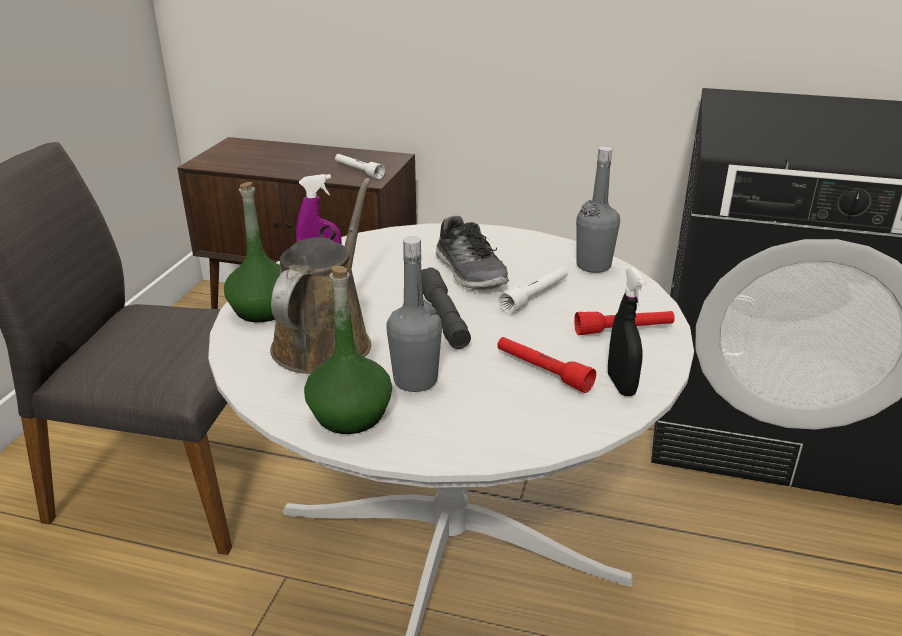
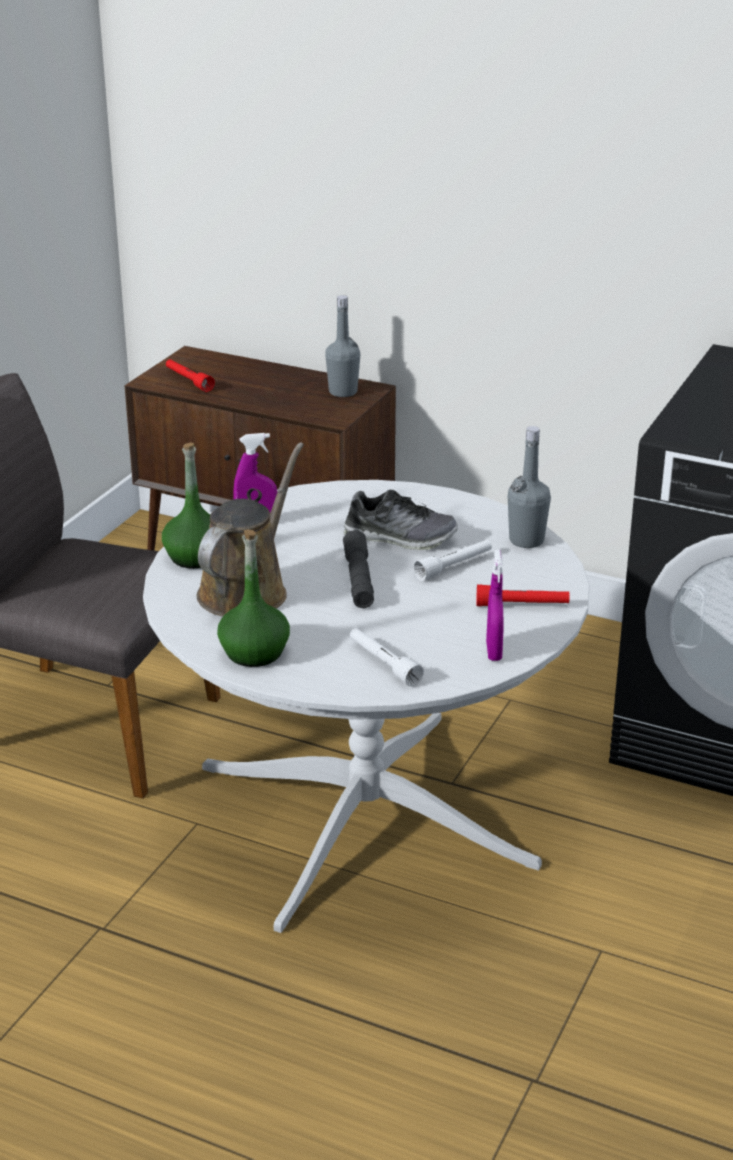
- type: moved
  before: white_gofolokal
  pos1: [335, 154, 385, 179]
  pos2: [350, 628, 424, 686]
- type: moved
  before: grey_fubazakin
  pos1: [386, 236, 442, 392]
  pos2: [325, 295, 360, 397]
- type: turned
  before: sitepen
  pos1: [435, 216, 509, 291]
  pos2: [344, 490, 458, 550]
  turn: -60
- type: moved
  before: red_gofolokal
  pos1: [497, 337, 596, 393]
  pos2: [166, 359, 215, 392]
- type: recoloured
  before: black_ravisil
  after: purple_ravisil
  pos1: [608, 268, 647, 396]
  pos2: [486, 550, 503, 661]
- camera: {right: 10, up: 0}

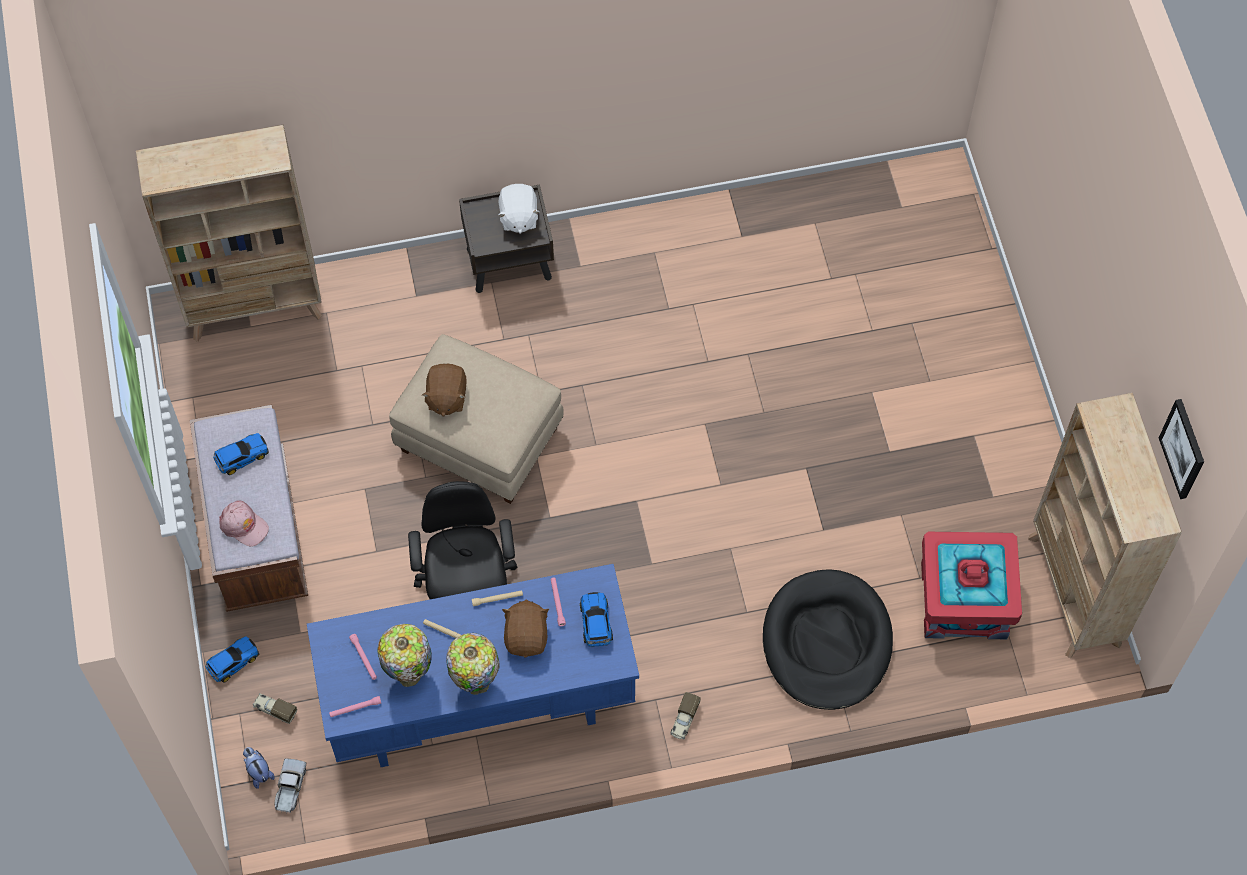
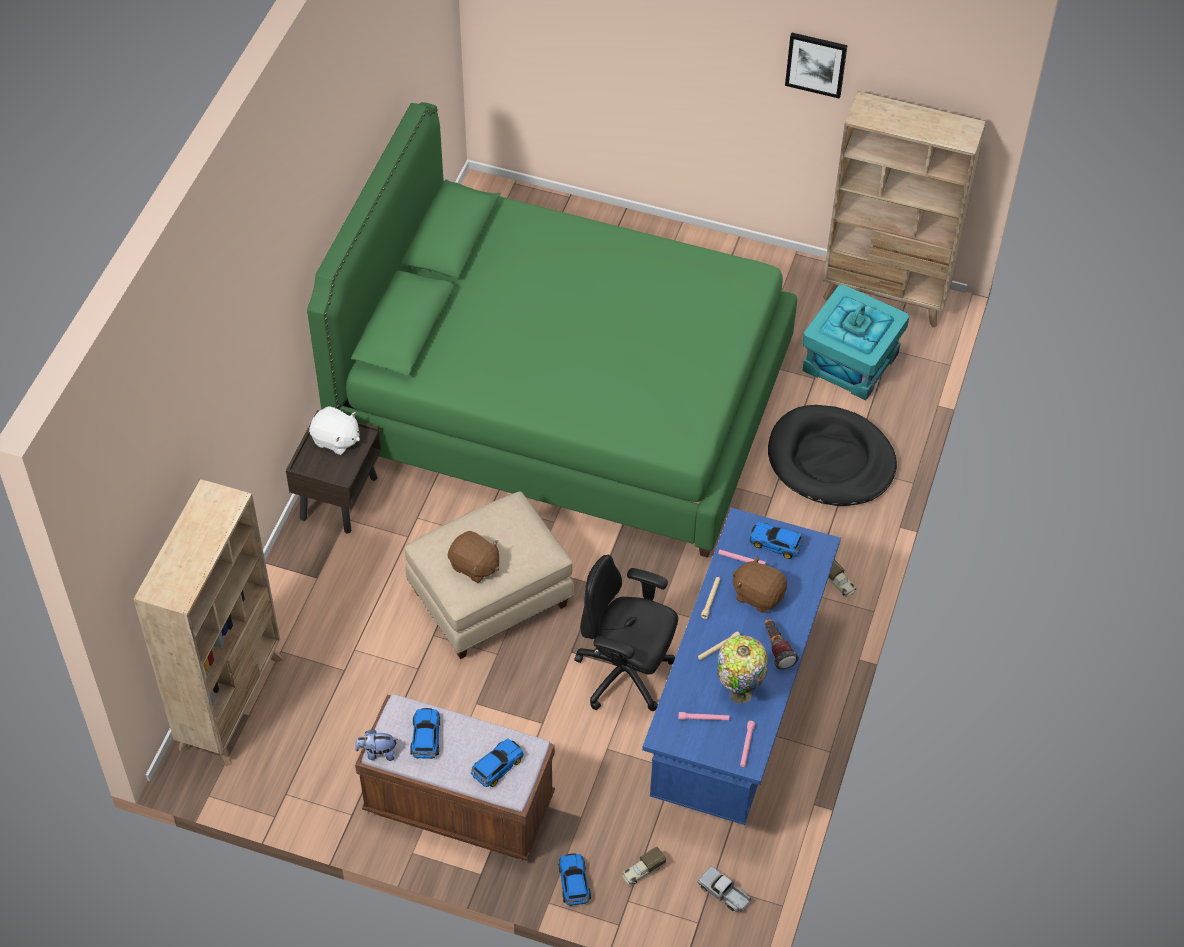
- type: replaced
  before: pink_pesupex
  after: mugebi
  pos1: [219, 500, 269, 546]
  pos2: [471, 739, 524, 787]
- type: moved
  before: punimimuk
  pos1: [243, 747, 275, 789]
  pos2: [355, 729, 398, 761]
- type: replaced
  before: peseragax
  after: gofolokal
  pos1: [446, 633, 500, 695]
  pos2: [765, 619, 799, 670]
- type: recoloured
  before: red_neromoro
  after: turquoise_neromoro
  pos1: [921, 532, 1022, 639]
  pos2: [802, 284, 909, 400]
- type: moved
  before: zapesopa
  pos1: [1159, 399, 1204, 499]
  pos2: [785, 33, 848, 99]
- type: added
  after: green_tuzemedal
  pos2: [307, 102, 797, 558]
- camera: {right: -60, up: -10}

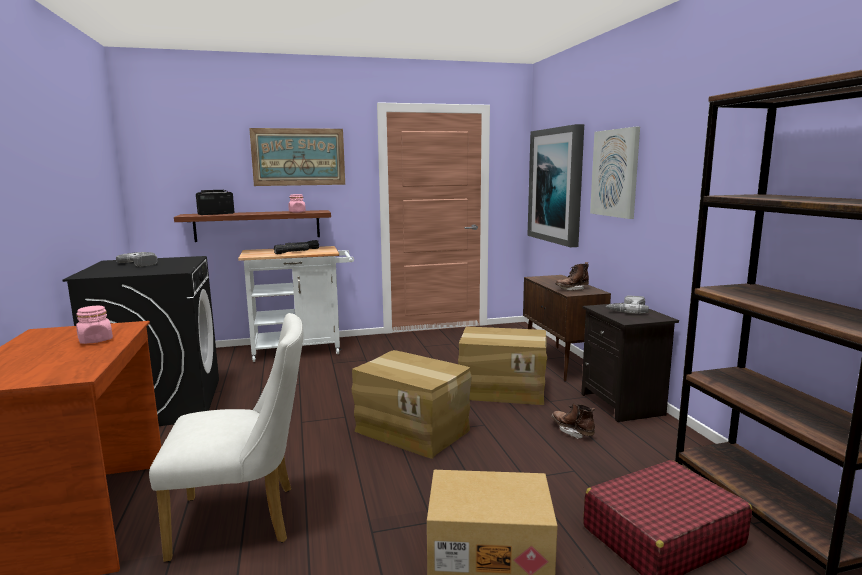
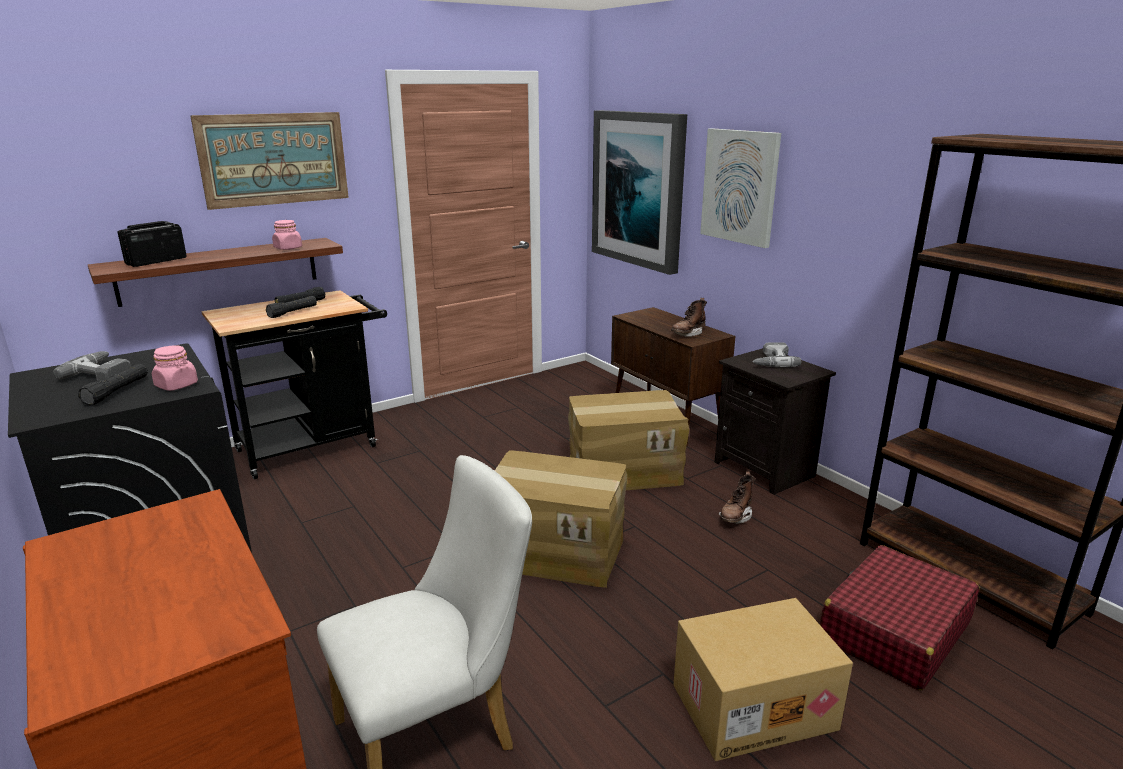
- type: moved
  before: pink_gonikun
  pos1: [76, 306, 113, 344]
  pos2: [152, 345, 198, 391]
- type: recoloured
  before: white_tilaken
  after: black_tilaken
  pos1: [238, 246, 354, 362]
  pos2: [202, 290, 387, 479]
- type: turned
  before: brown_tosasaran
  pos1: [552, 403, 595, 439]
  pos2: [719, 471, 755, 524]
  turn: -90
- type: added
  after: black_gofolokal
  pos2: [78, 364, 148, 405]
- camera: {right: -20, up: 10}

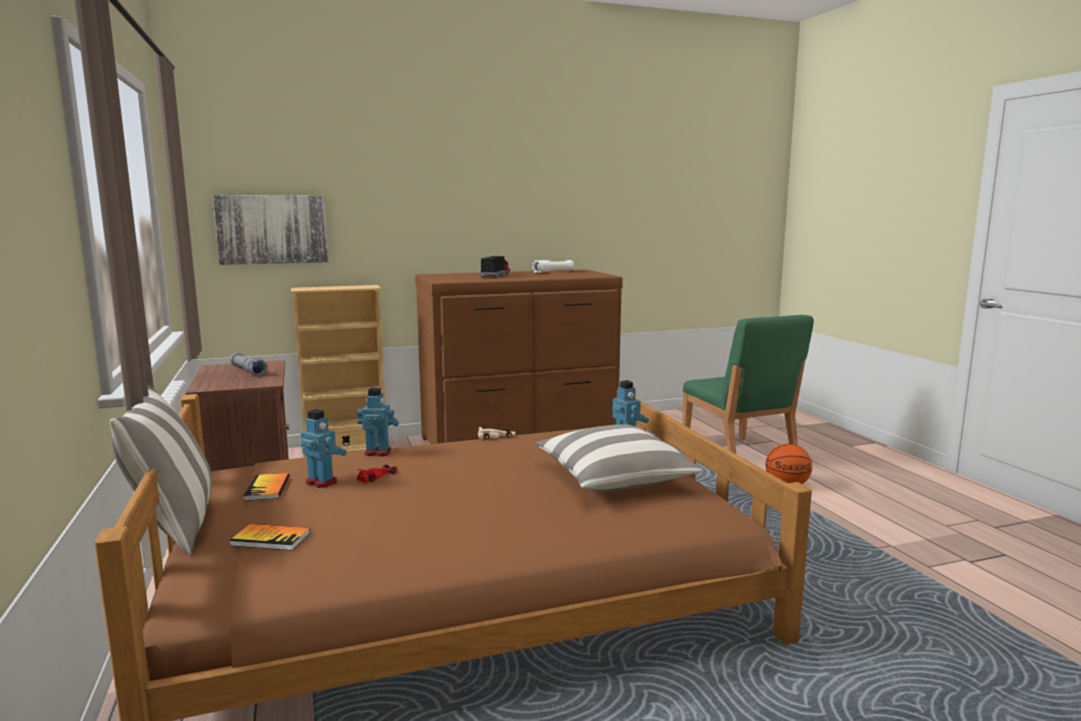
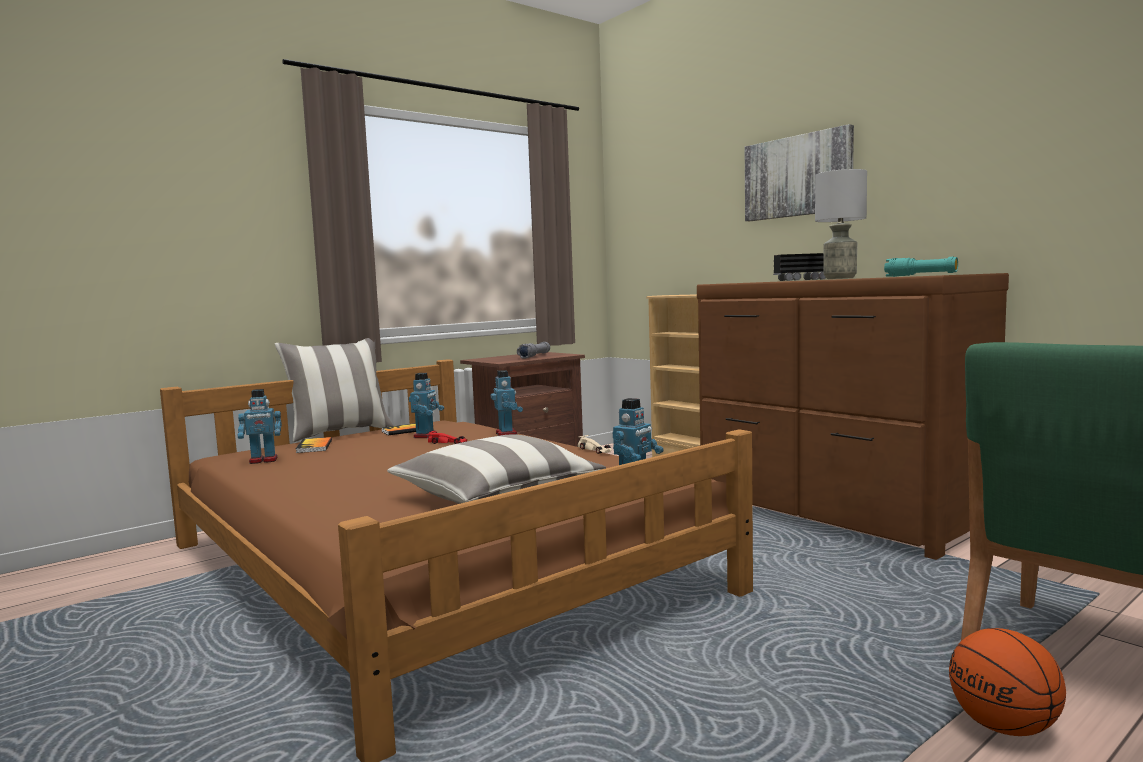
- type: moved
  before: zapesopa
  pos1: [213, 195, 329, 265]
  pos2: [745, 124, 854, 221]
- type: recoloured
  before: white_gofolokal
  after: turquoise_gofolokal
  pos1: [532, 260, 574, 273]
  pos2: [884, 257, 958, 277]
- type: added
  after: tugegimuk
  pos2: [238, 389, 282, 464]
- type: added
  after: grey_peseragax
  pos2: [815, 169, 867, 279]
- camera: {right: 70, up: -5}

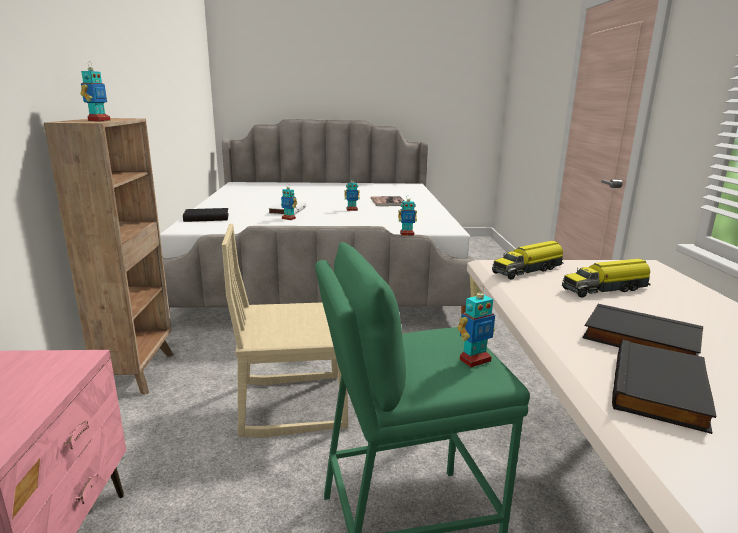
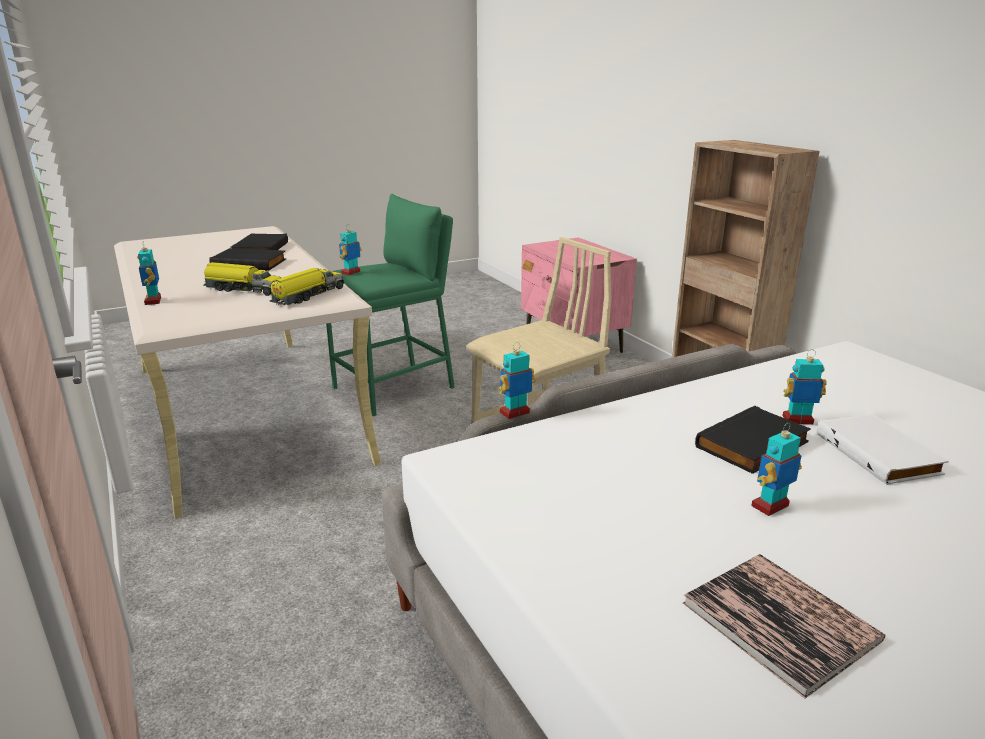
- type: moved
  before: tugegimuk
  pos1: [80, 61, 111, 121]
  pos2: [137, 242, 161, 305]
- type: moved
  before: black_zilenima
  pos1: [183, 208, 229, 222]
  pos2: [695, 406, 811, 474]
- type: turned
  before: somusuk
  pos1: [562, 258, 651, 297]
  pos2: [203, 262, 281, 296]
  turn: 60
- camera: {right: 155, up: 5}

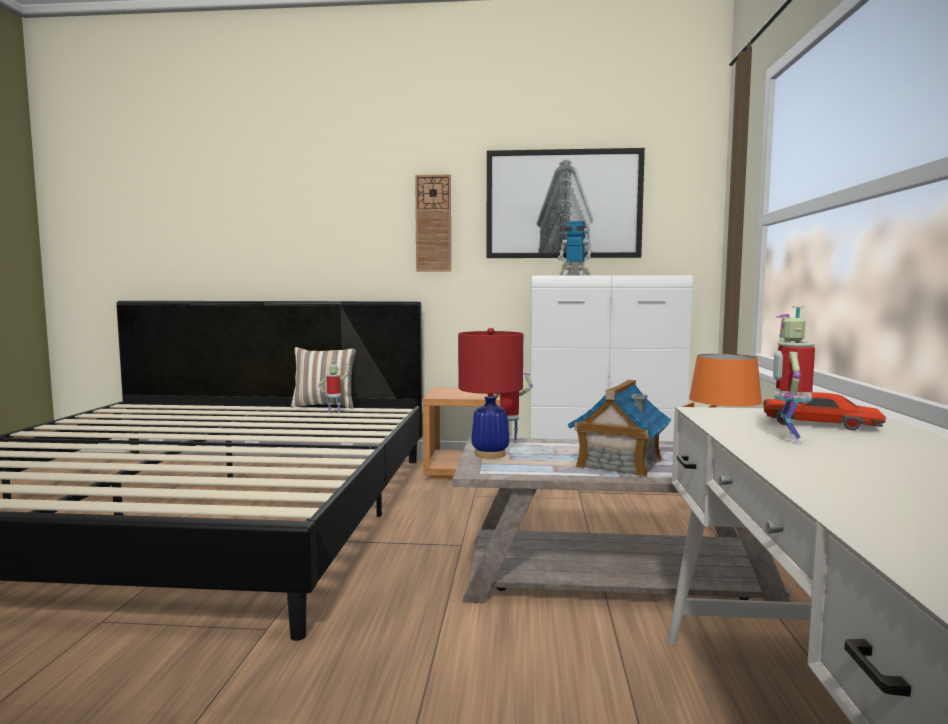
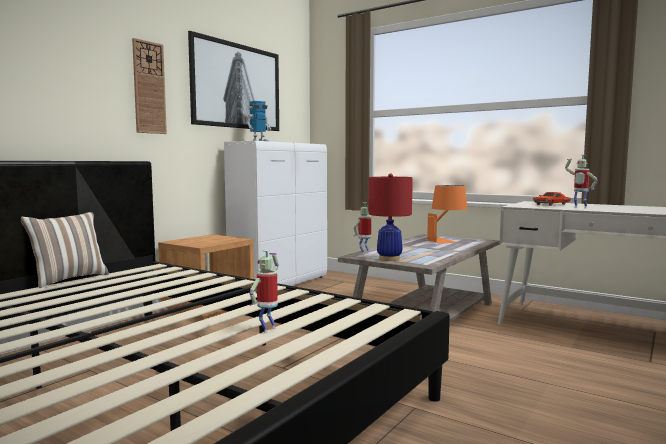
- type: moved
  before: tugegimuk
  pos1: [318, 360, 350, 414]
  pos2: [249, 250, 279, 333]
- type: removed
  before: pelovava
  pos1: [567, 380, 672, 478]
- camera: {right: -60, up: 0}

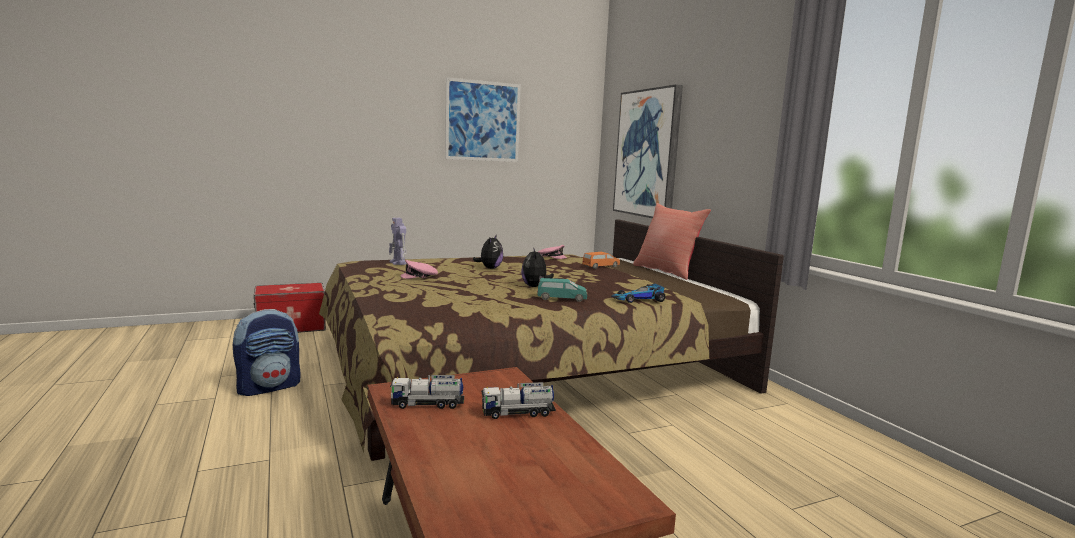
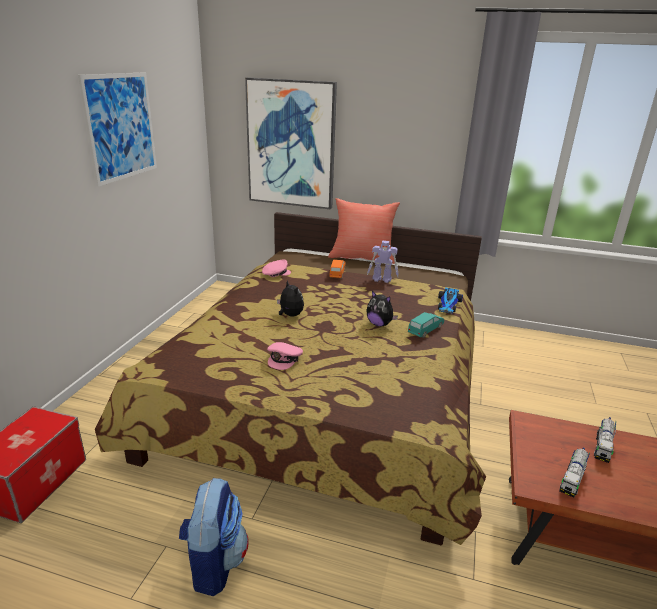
- type: moved
  before: tugegimuk
  pos1: [389, 218, 407, 265]
  pos2: [367, 241, 399, 283]
- camera: {right: -50, up: 15}

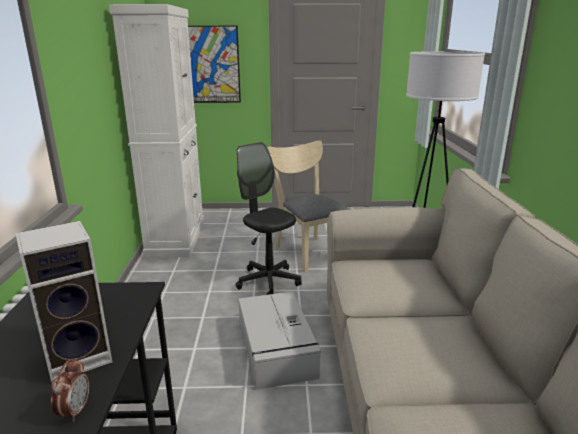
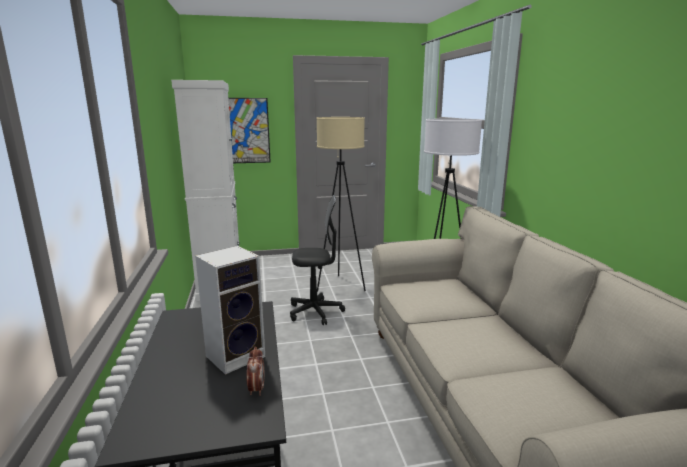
- type: turned
  before: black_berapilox
  pos1: [236, 142, 302, 295]
  pos2: [290, 195, 345, 325]
  turn: 135
- type: removed
  before: grey_neromoro
  pos1: [238, 292, 321, 390]
- type: replaced
  before: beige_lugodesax
  after: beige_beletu
  pos1: [267, 140, 350, 272]
  pos2: [316, 117, 366, 292]
- camera: {right: -10, up: -5}

